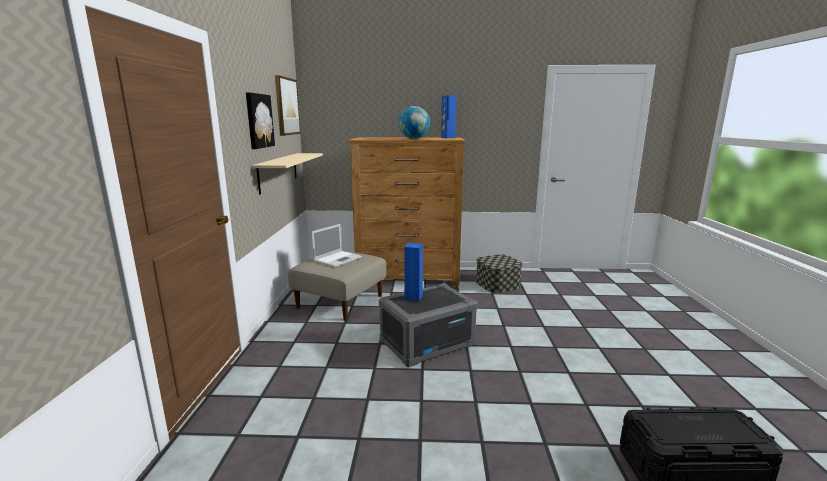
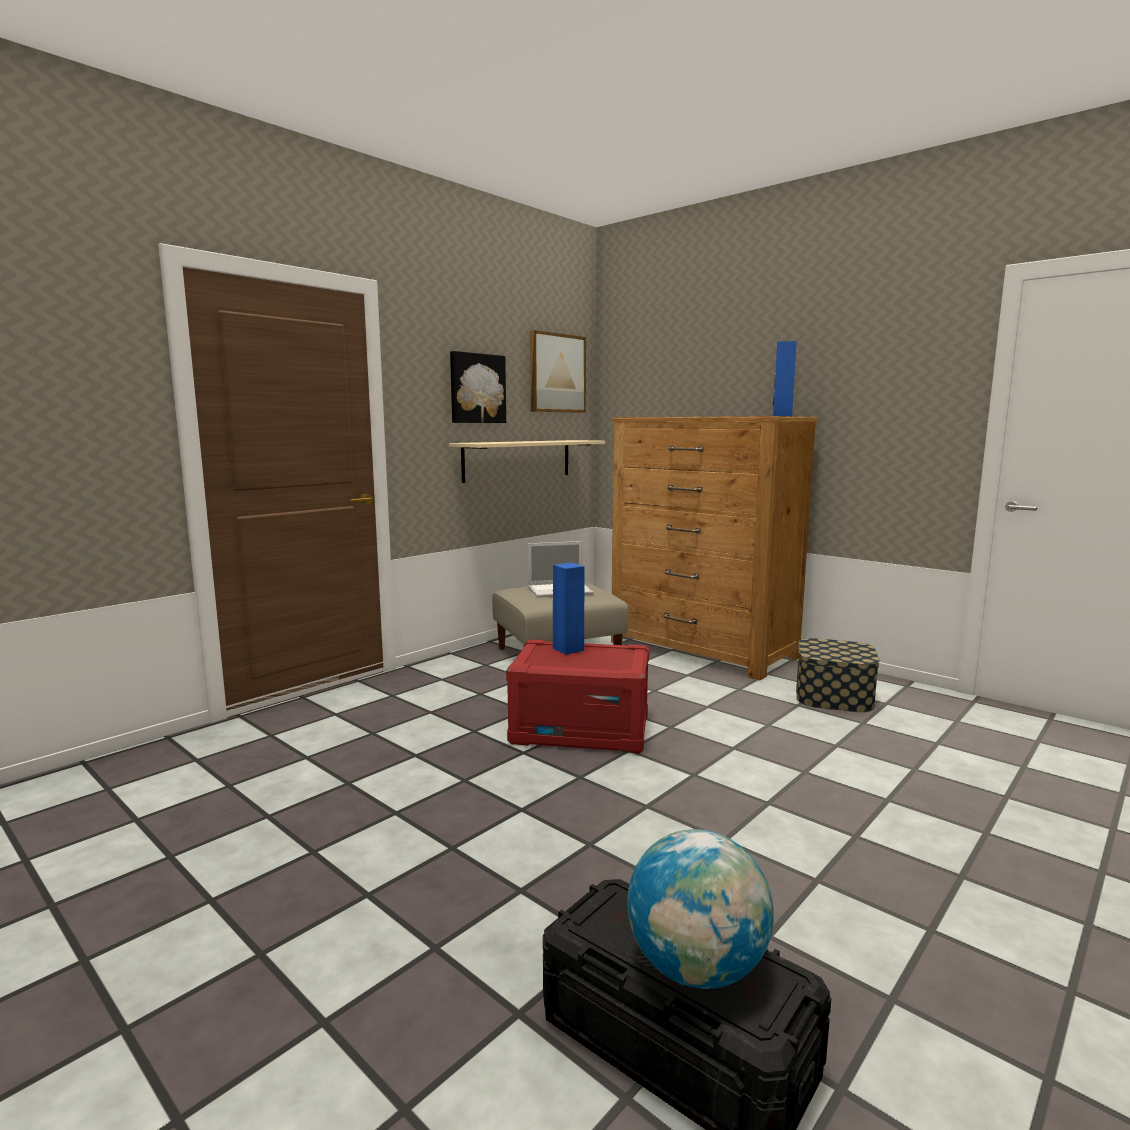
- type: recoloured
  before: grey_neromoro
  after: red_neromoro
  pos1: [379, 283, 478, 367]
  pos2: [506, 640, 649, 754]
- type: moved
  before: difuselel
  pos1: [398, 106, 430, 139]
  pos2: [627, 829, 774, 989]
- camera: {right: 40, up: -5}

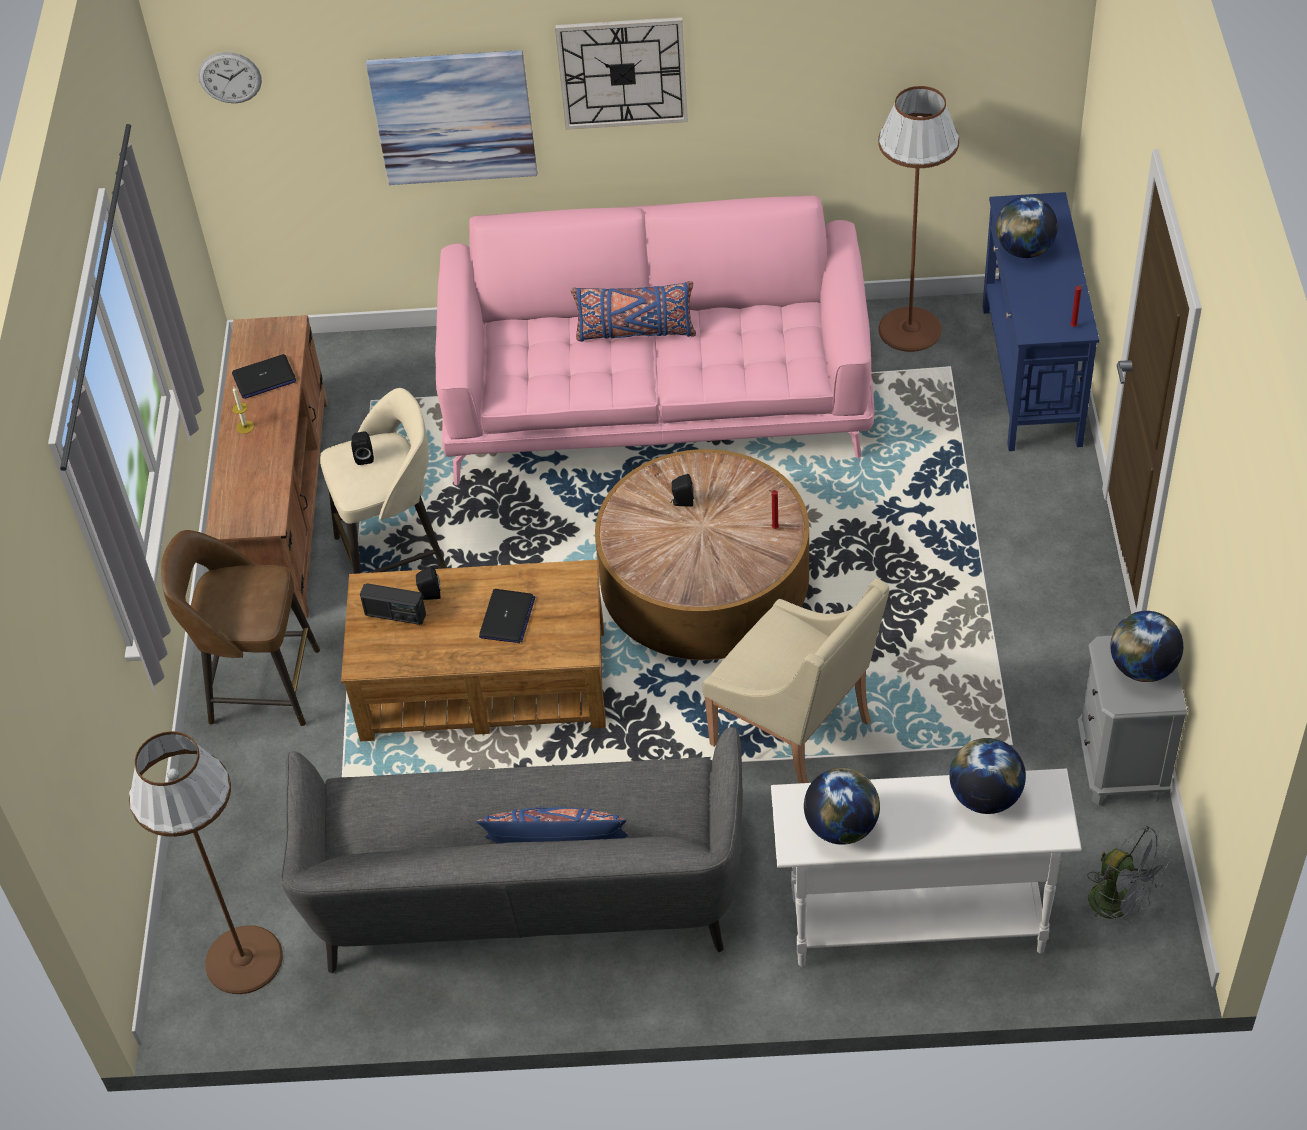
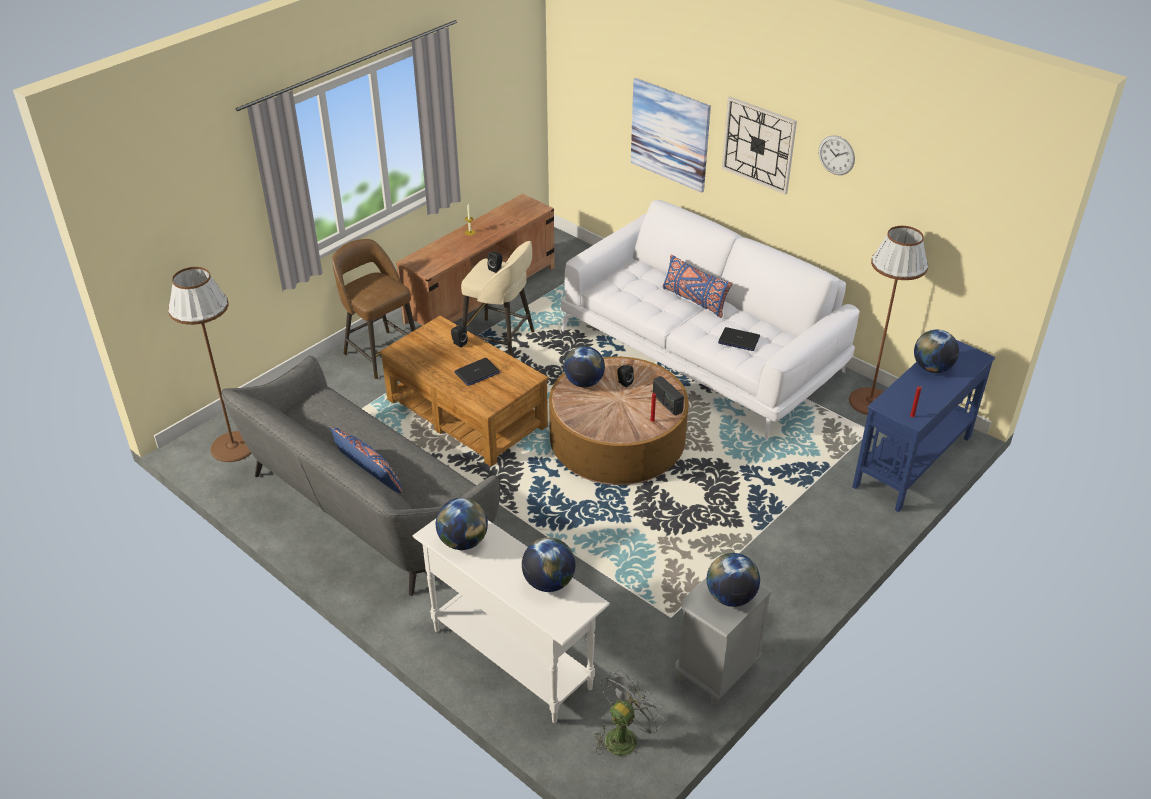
- type: moved
  before: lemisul
  pos1: [198, 52, 262, 103]
  pos2: [819, 135, 855, 175]
- type: moved
  before: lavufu
  pos1: [232, 354, 296, 399]
  pos2: [718, 327, 760, 351]
- type: moved
  before: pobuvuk
  pos1: [360, 583, 426, 625]
  pos2: [653, 376, 684, 416]
- type: recoloured
  before: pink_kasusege
  after: white_kasusege
  pos1: [435, 195, 875, 485]
  pos2: [561, 200, 860, 439]
- type: removed
  before: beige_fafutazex
  pos1: [702, 578, 889, 783]
- type: turned
  before: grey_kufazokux
  pos1: [1087, 826, 1171, 935]
  pos2: [595, 670, 665, 756]
  turn: -135
- type: added
  after: difuselel
  pos2: [564, 346, 605, 387]
- camera: {right: 40, up: -10}

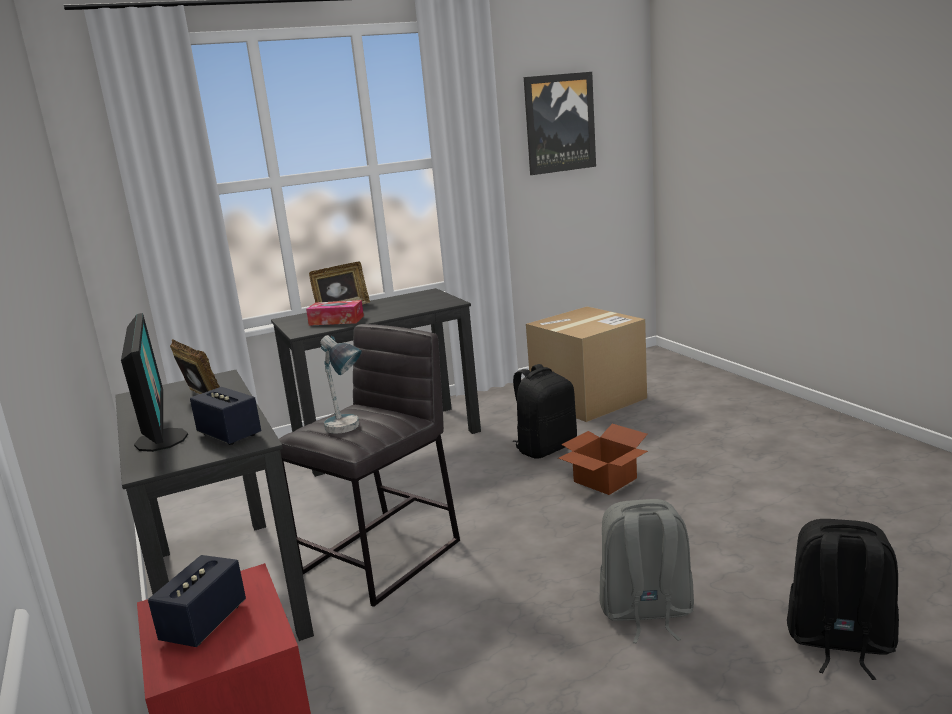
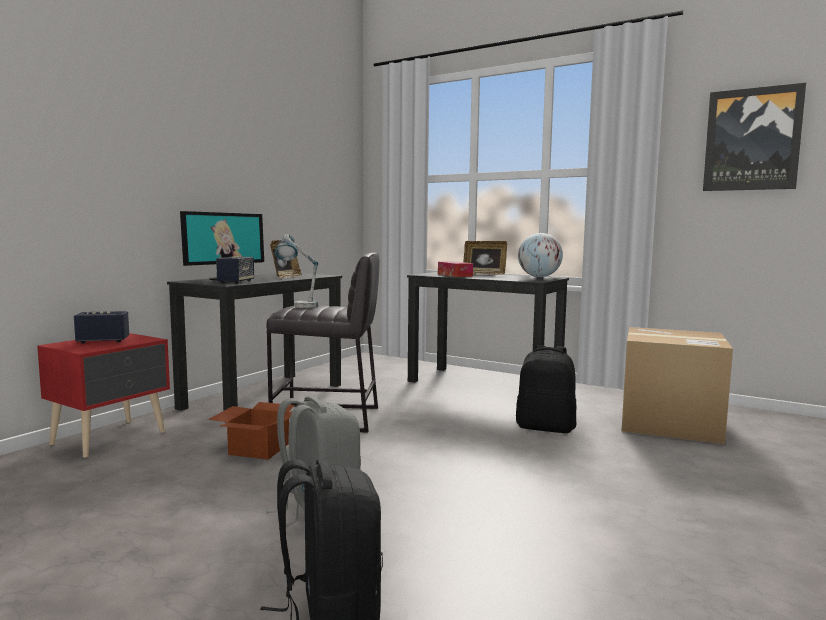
- type: moved
  before: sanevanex
  pos1: [558, 424, 648, 495]
  pos2: [208, 402, 294, 460]
- type: added
  after: difuselel
  pos2: [518, 233, 563, 277]
- camera: {right: 55, up: -10}

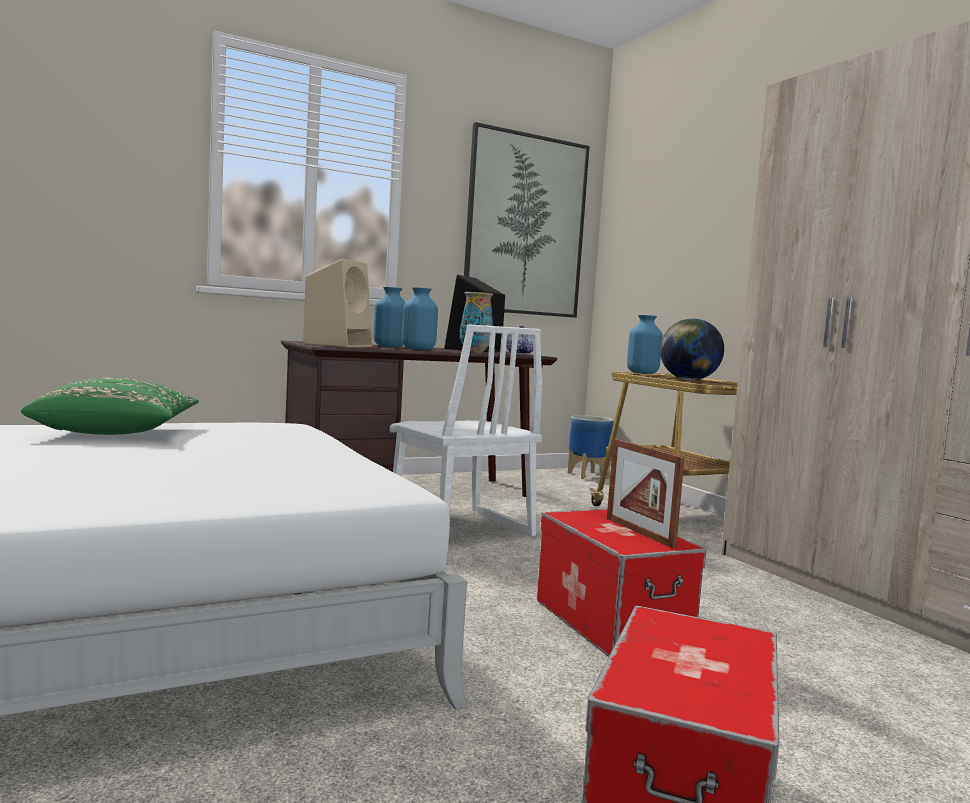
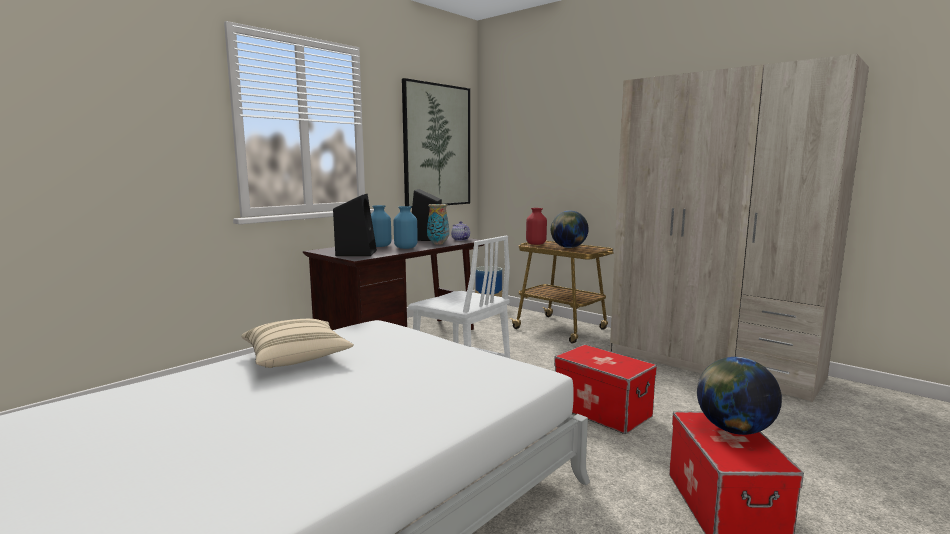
- type: recoloured
  before: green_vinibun
  after: beige_vinibun
  pos1: [21, 378, 199, 435]
  pos2: [241, 319, 354, 368]
- type: recoloured
  before: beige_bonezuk
  after: black_bonezuk
  pos1: [303, 258, 372, 347]
  pos2: [333, 194, 377, 256]
- type: removed
  before: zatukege
  pos1: [607, 439, 684, 548]
- type: recoloured
  before: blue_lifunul
  after: red_lifunul
  pos1: [627, 315, 663, 374]
  pos2: [526, 208, 547, 245]
- type: added
  after: difuselel
  pos2: [697, 357, 782, 435]
- camera: {right: -20, up: 5}

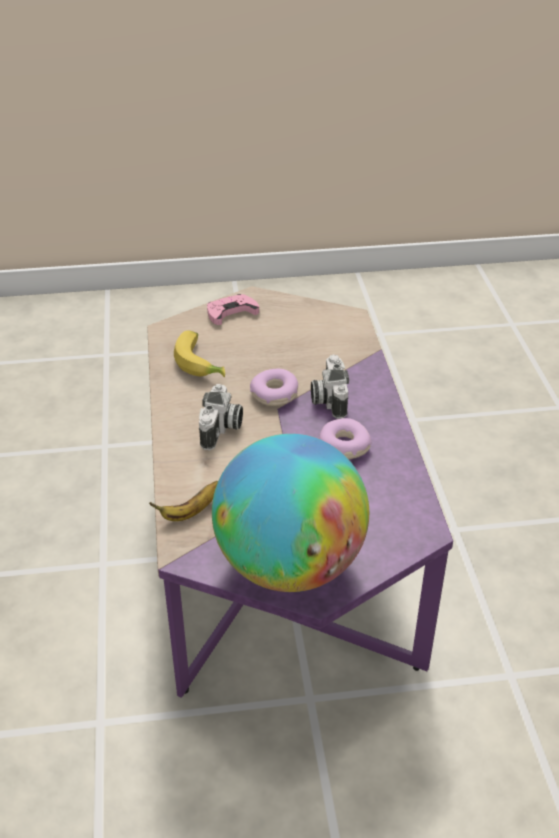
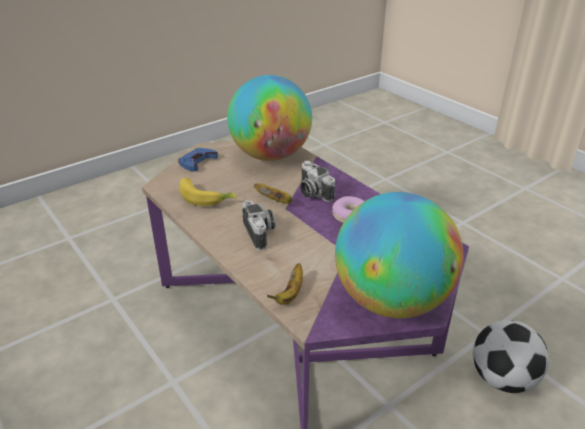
- type: recoloured
  before: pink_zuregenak
  after: blue_zuregenak
  pos1: [207, 294, 259, 325]
  pos2: [178, 148, 218, 172]
- type: replaced
  before: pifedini
  after: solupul
  pos1: [250, 369, 298, 406]
  pos2: [254, 183, 293, 204]
- type: added
  after: difuselel
  pos2: [227, 75, 312, 161]
- type: added
  after: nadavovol
  pos2: [473, 320, 549, 393]
- camera: {right: -30, up: -5}

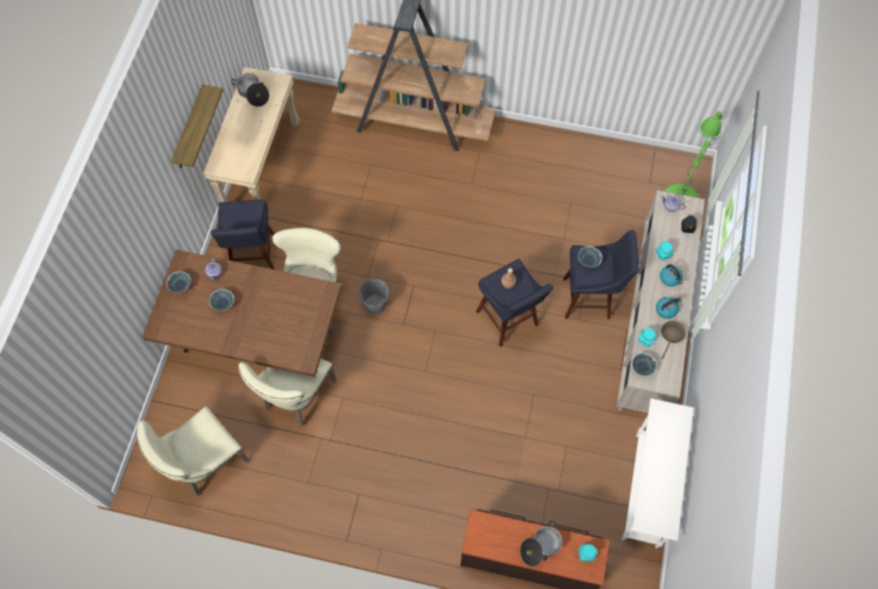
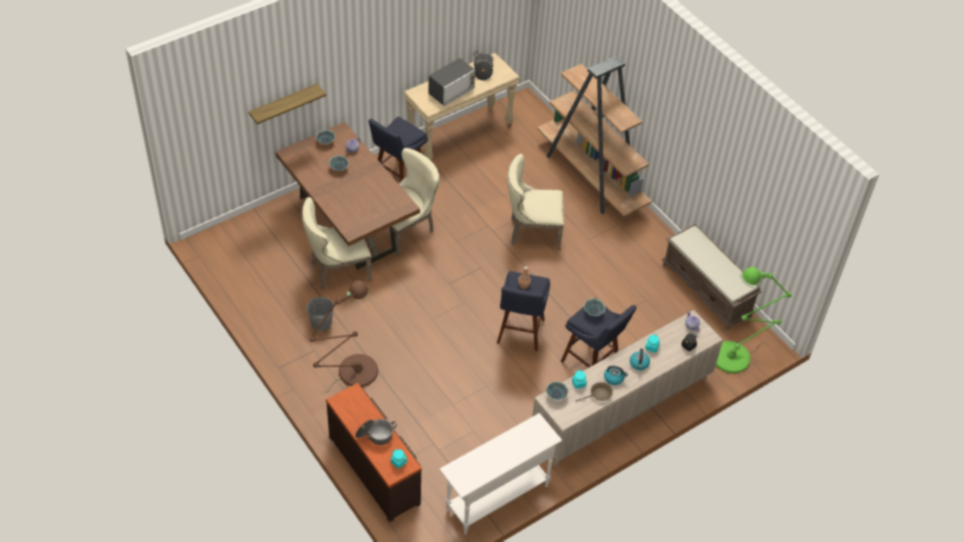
- type: moved
  before: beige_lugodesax
  pos1: [137, 407, 250, 496]
  pos2: [507, 154, 564, 250]
- type: moved
  before: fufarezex
  pos1: [171, 84, 223, 167]
  pos2: [248, 84, 326, 125]
- type: moved
  before: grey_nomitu
  pos1: [358, 279, 389, 314]
  pos2: [306, 297, 334, 331]
- type: added
  after: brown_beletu
  pos2: [309, 280, 378, 393]
- type: added
  after: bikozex
  pos2: [428, 58, 475, 106]
- type: added
  after: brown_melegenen
  pos2: [662, 224, 761, 330]
- camera: {right: 40, up: -15}

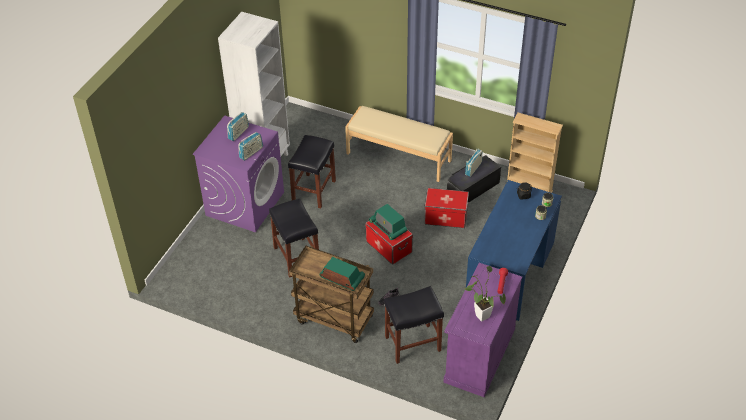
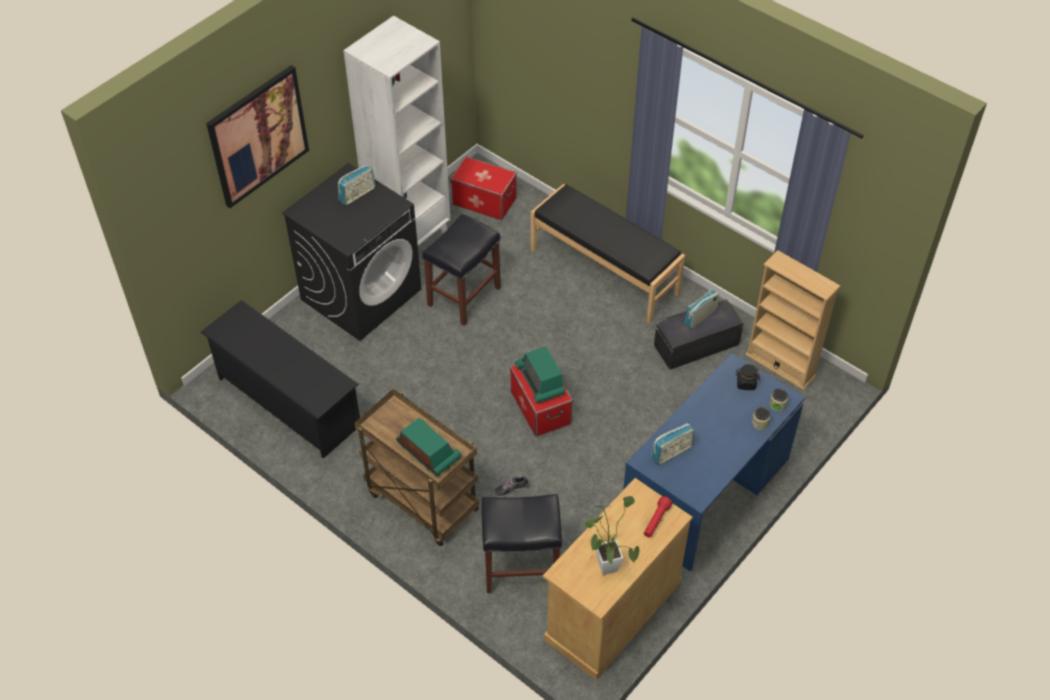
- type: recoloured
  before: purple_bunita
  after: black_bunita
  pos1: [193, 115, 284, 232]
  pos2: [282, 163, 421, 341]
- type: moved
  before: pobuvuk
  pos1: [238, 132, 263, 161]
  pos2: [651, 423, 694, 465]
- type: removed
  before: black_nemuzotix
  pos1: [269, 199, 319, 278]
- type: recoloured
  before: beige_melegenen
  after: black_melegenen
  pos1: [345, 106, 453, 182]
  pos2: [531, 184, 685, 323]
- type: moved
  before: neromoro
  pos1: [424, 188, 469, 228]
  pos2: [450, 156, 517, 220]
- type: recoloured
  before: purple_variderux
  after: beige_variderux
  pos1: [443, 263, 522, 397]
  pos2: [543, 478, 693, 680]
- type: added
  after: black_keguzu
  pos2: [201, 300, 360, 459]
- type: added
  after: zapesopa
  pos2: [206, 65, 309, 208]
- camera: {right: 15, up: 5}

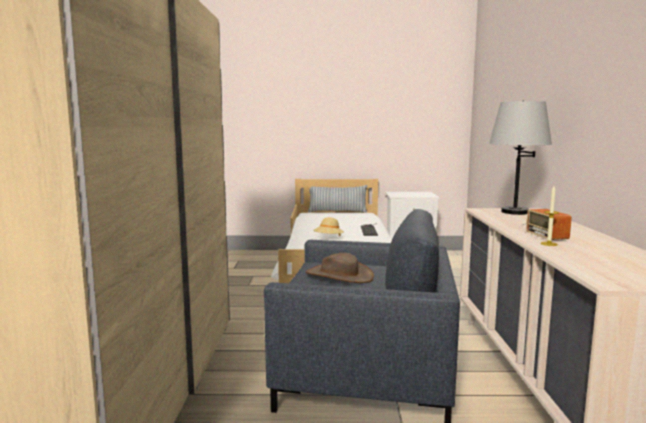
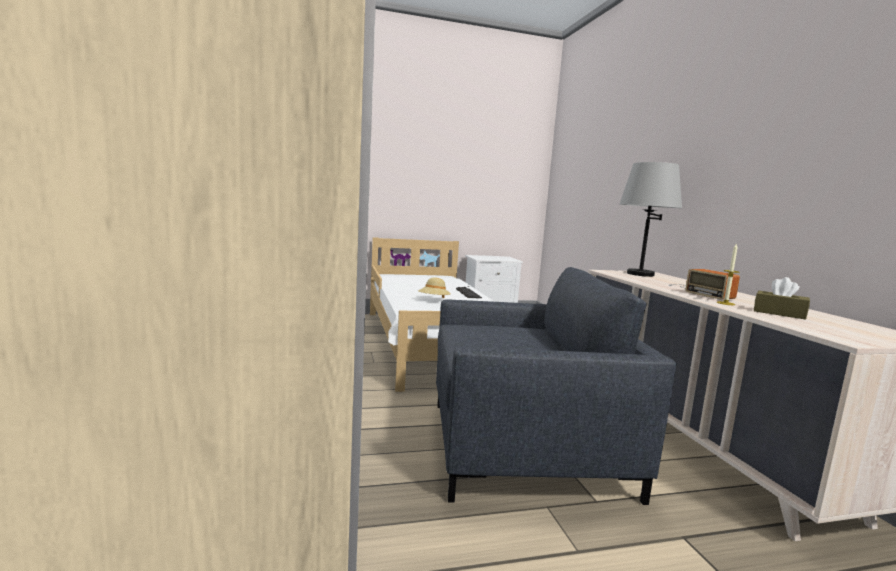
- type: removed
  before: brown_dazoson
  pos1: [306, 253, 374, 283]
- type: removed
  before: vinibun
  pos1: [308, 185, 368, 213]
- type: added
  after: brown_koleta
  pos2: [754, 277, 810, 320]
- camera: {right: -15, up: 0}

